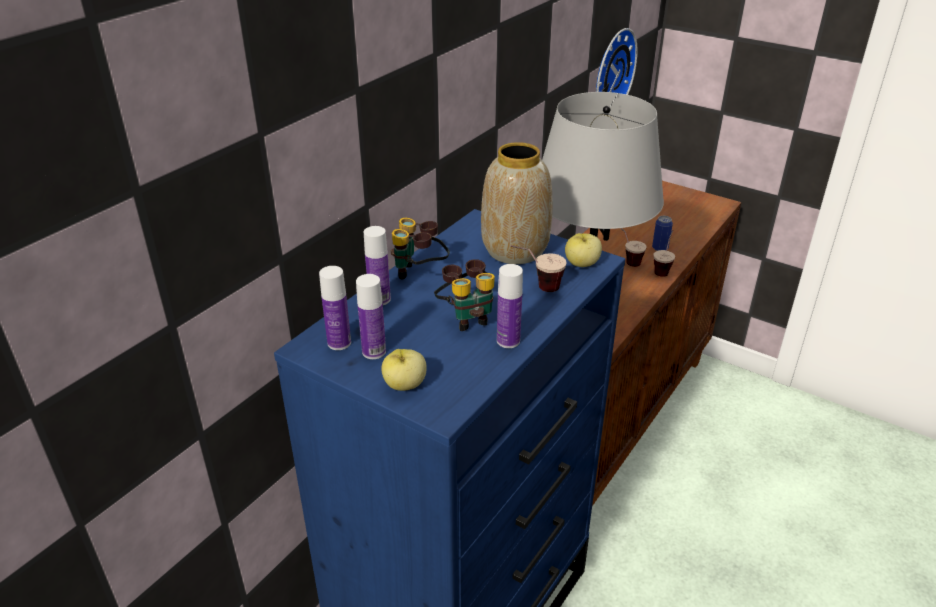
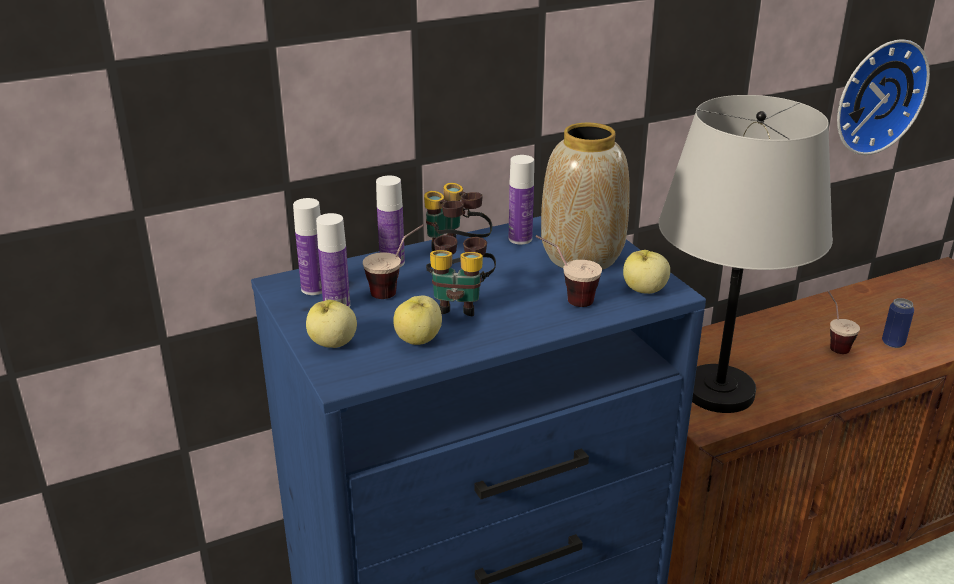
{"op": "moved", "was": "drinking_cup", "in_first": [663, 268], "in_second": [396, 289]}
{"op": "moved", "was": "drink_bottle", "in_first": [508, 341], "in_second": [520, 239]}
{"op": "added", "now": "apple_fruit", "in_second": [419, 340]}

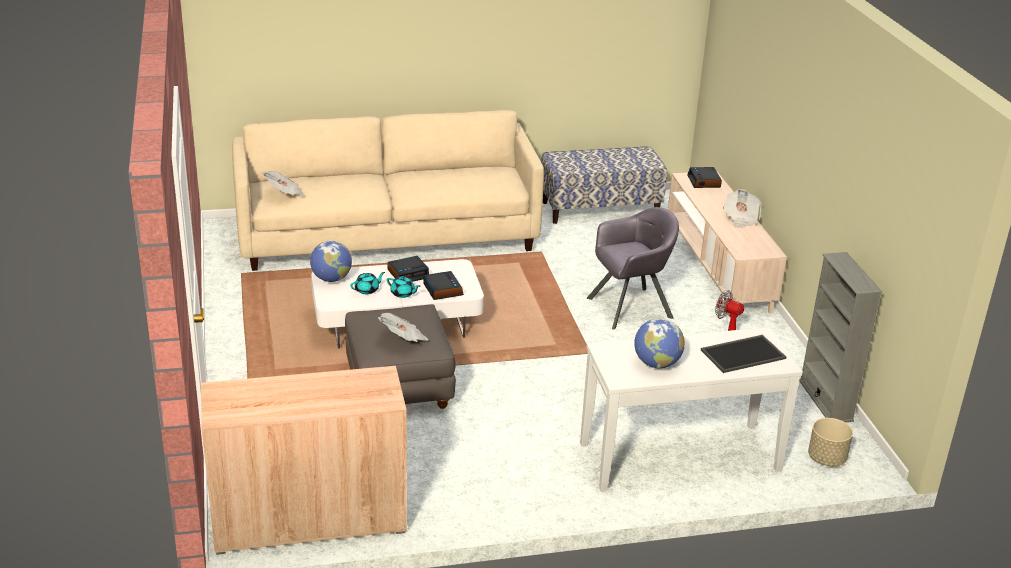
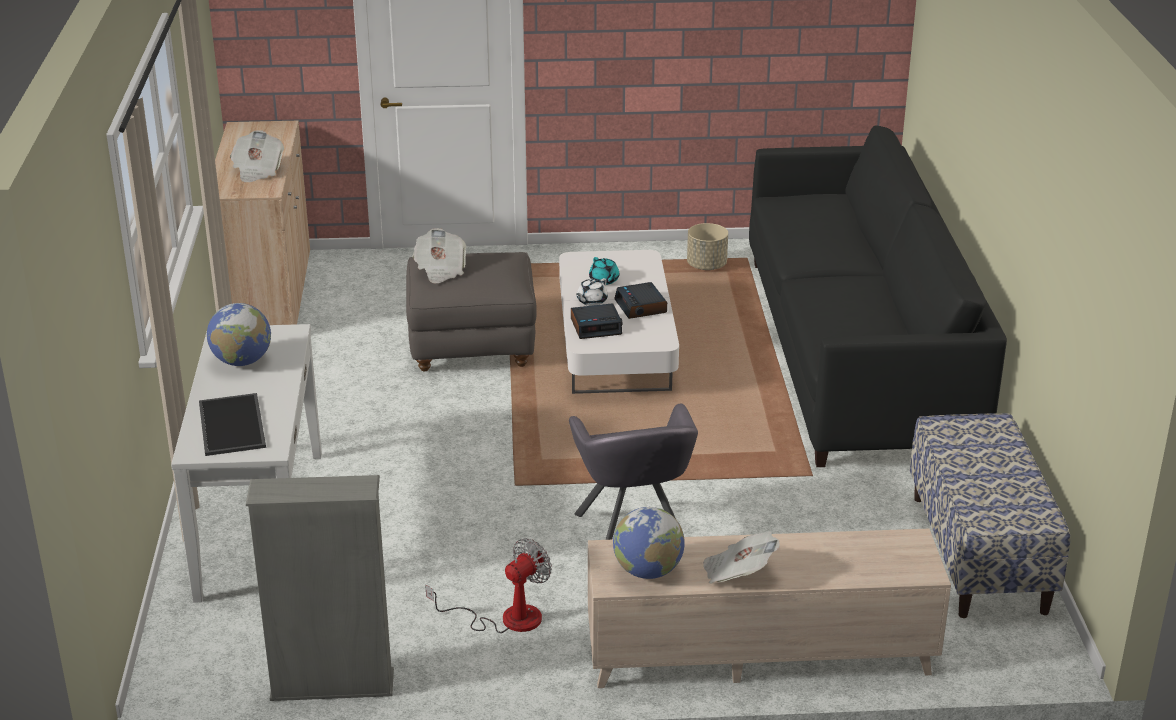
{"op": "recoloured", "was": "sand-coloured_settee", "now": "blackish_settee", "in_first": [387, 235], "in_second": [856, 353]}
{"op": "removed", "was": "alarm_clock", "in_first": [704, 182]}
{"op": "moved", "was": "printed_paper", "in_first": [285, 193], "in_second": [257, 171]}
{"op": "moved", "was": "world_globe", "in_first": [331, 279], "in_second": [648, 571]}
{"op": "recoloured", "was": "turquoise_tea_pot", "now": "white_tea_pot", "in_first": [403, 293], "in_second": [591, 301]}
{"op": "moved", "was": "sand-coloured_plant_pot", "in_first": [826, 458], "in_second": [707, 266]}

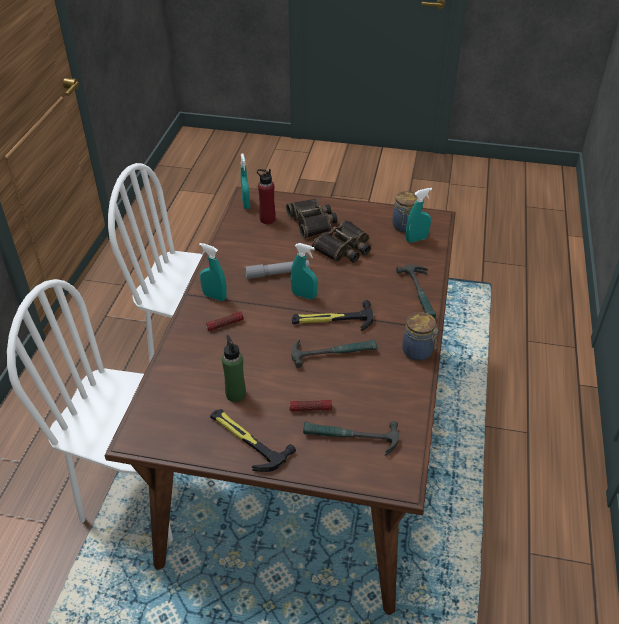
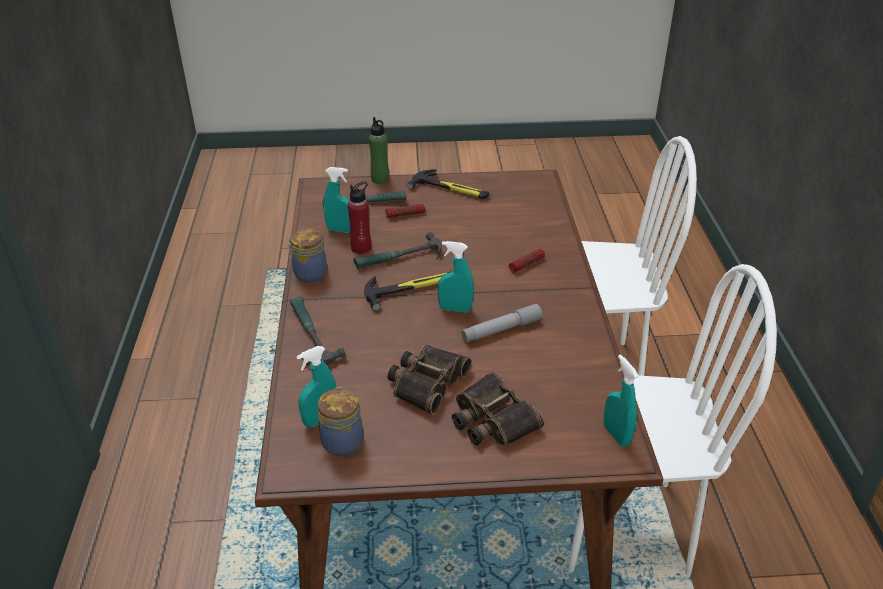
{"op": "moved", "was": "reddish_drink_bottle", "in_first": [267, 219], "in_second": [361, 248]}
{"op": "moved", "was": "turquoise_spray_bottle", "in_first": [214, 296], "in_second": [341, 230]}
{"op": "moved", "was": "green-coloured_drink_bottle", "in_first": [235, 394], "in_second": [380, 179]}

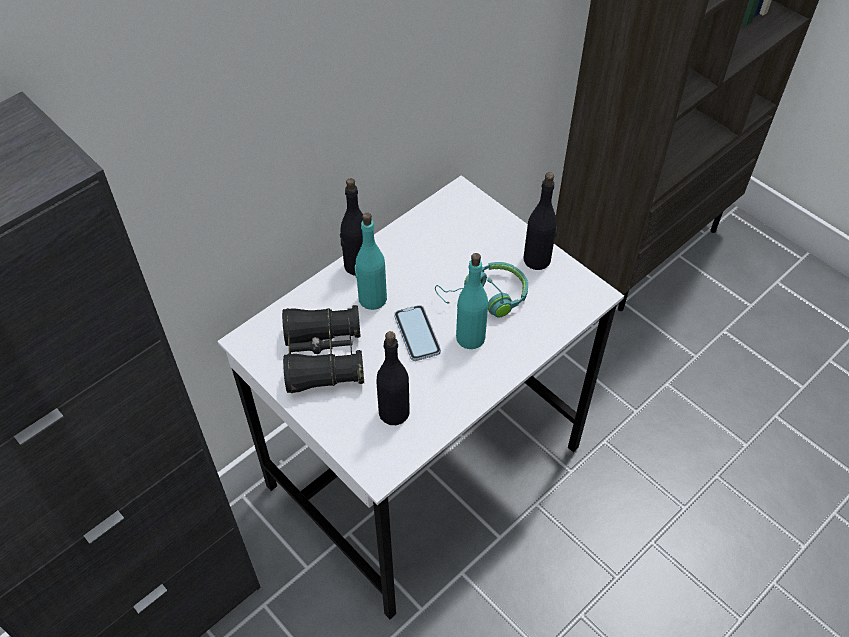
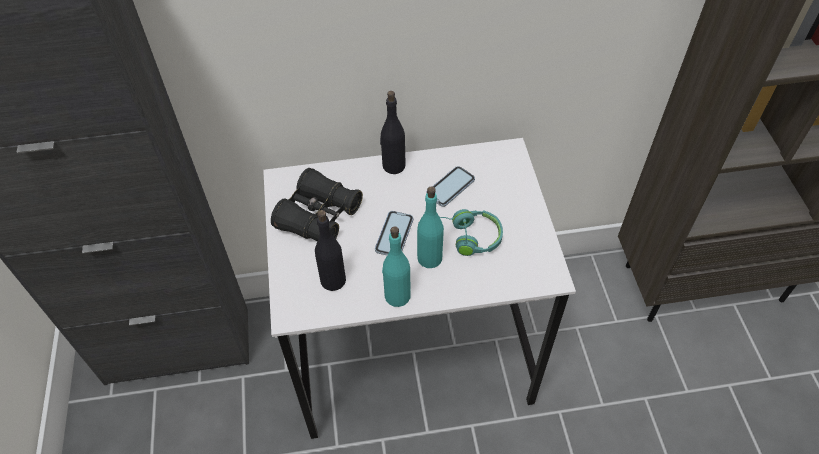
{"op": "removed", "was": "blackish_drink_bottle", "in_first": [537, 260]}
{"op": "moved", "was": "turquoise_drink_bottle", "in_first": [372, 299], "in_second": [397, 295]}
{"op": "added", "now": "telephone", "in_second": [450, 187]}

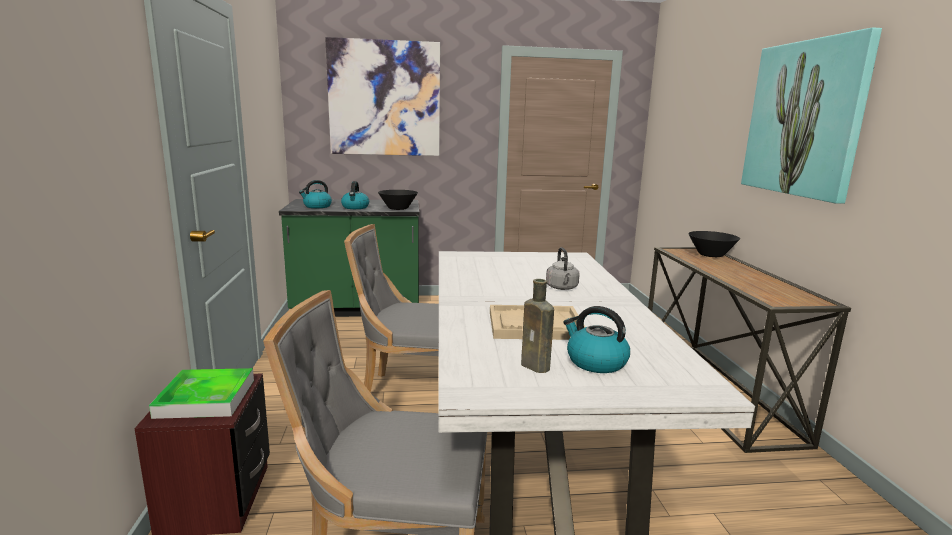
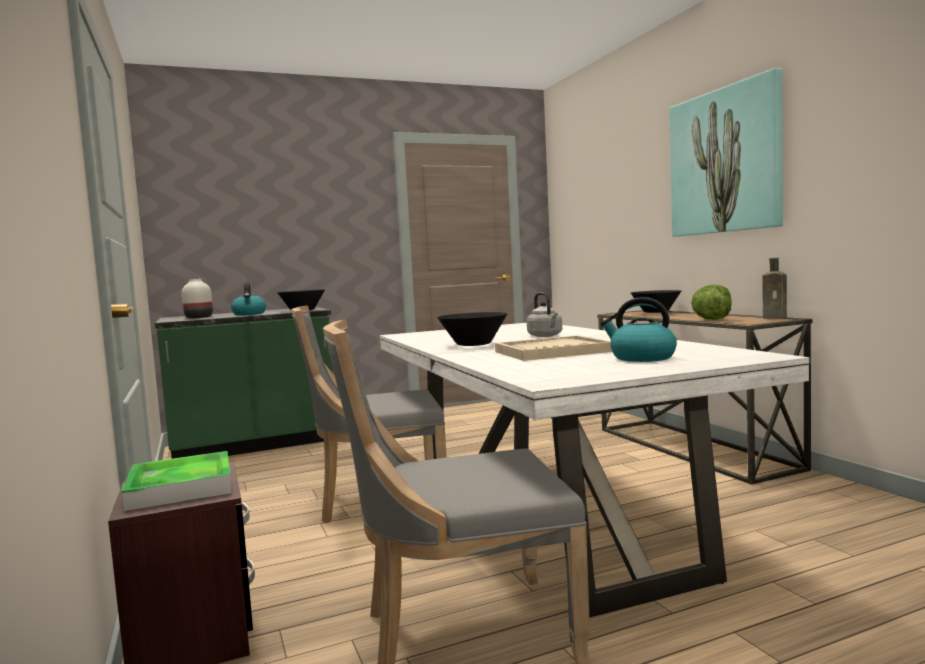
{"op": "removed", "was": "wall_picture", "in_first": [384, 98]}
{"op": "replaced", "was": "tea_kettle", "now": "white_flower_vase", "in_first": [317, 206], "in_second": [199, 317]}
{"op": "moved", "was": "brown_drink_bottle", "in_first": [537, 367], "in_second": [776, 318]}
{"op": "added", "now": "head_of_lettuce", "in_second": [712, 319]}
{"op": "added", "now": "blackish_deep_dish", "in_second": [473, 344]}

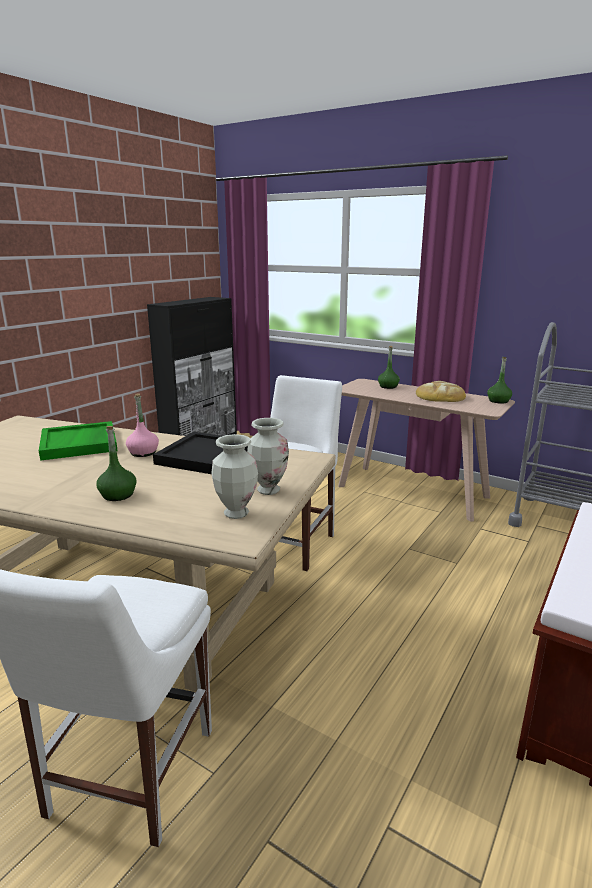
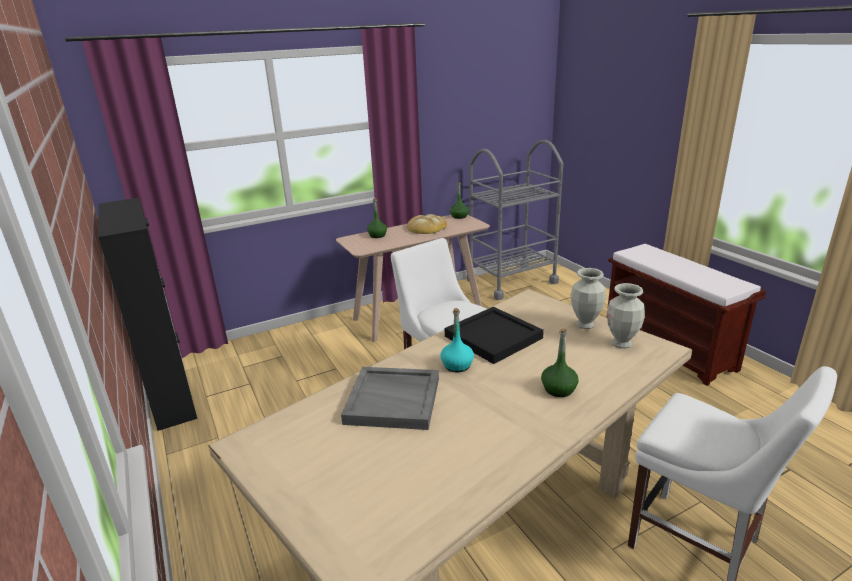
{"op": "recoloured", "was": "pink_drink_bottle", "now": "turquoise_drink_bottle", "in_first": [143, 453], "in_second": [457, 365]}
{"op": "recoloured", "was": "green-coloured_serving_tray", "now": "greyish_serving_tray", "in_first": [80, 444], "in_second": [394, 400]}

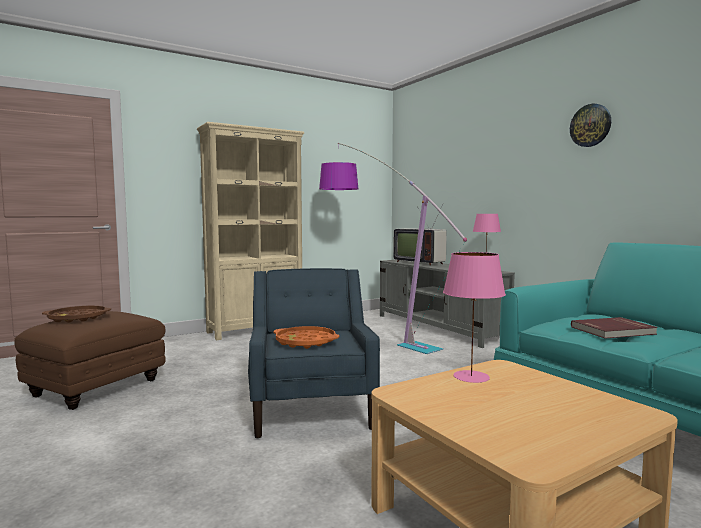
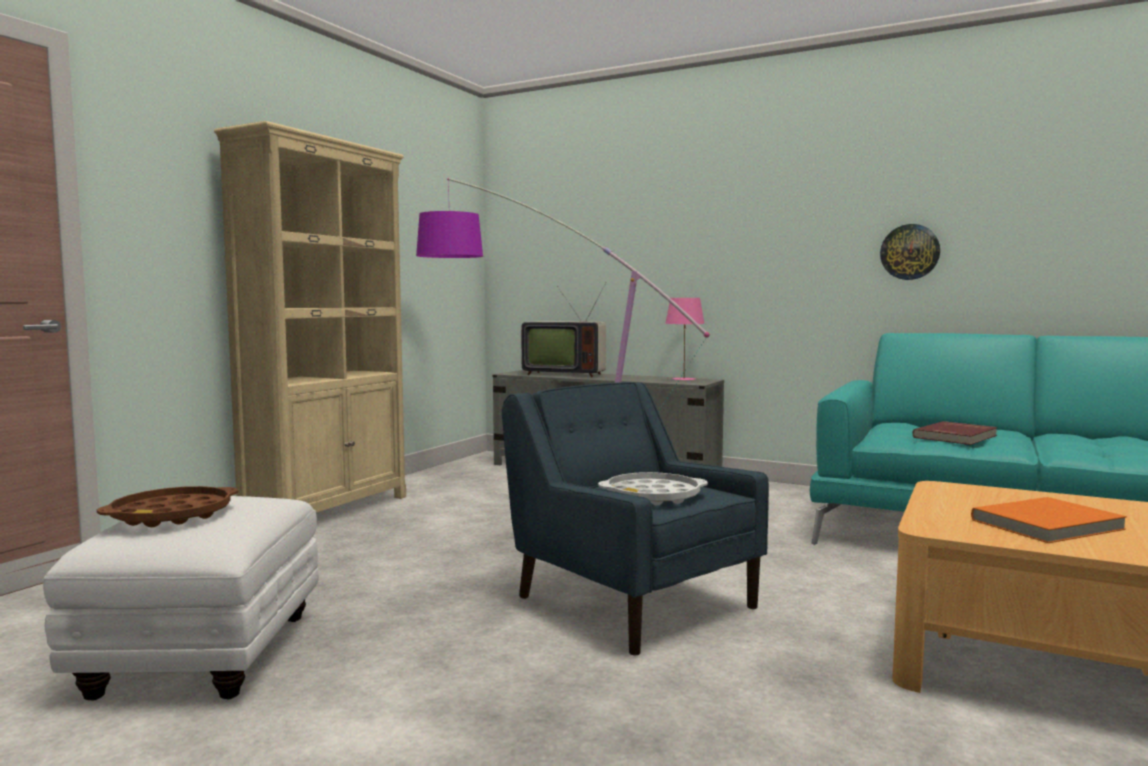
{"op": "moved", "was": "hanging_clock", "in_first": [590, 125], "in_second": [909, 252]}
{"op": "removed", "was": "pink_table_lamp", "in_first": [471, 377]}
{"op": "recoloured", "was": "brown_footrest", "now": "white_footrest", "in_first": [98, 388], "in_second": [205, 654]}
{"op": "recoloured", "was": "orange_serving_tray", "now": "white_serving_tray", "in_first": [305, 342], "in_second": [653, 496]}
{"op": "added", "now": "orange_book", "in_second": [1049, 525]}

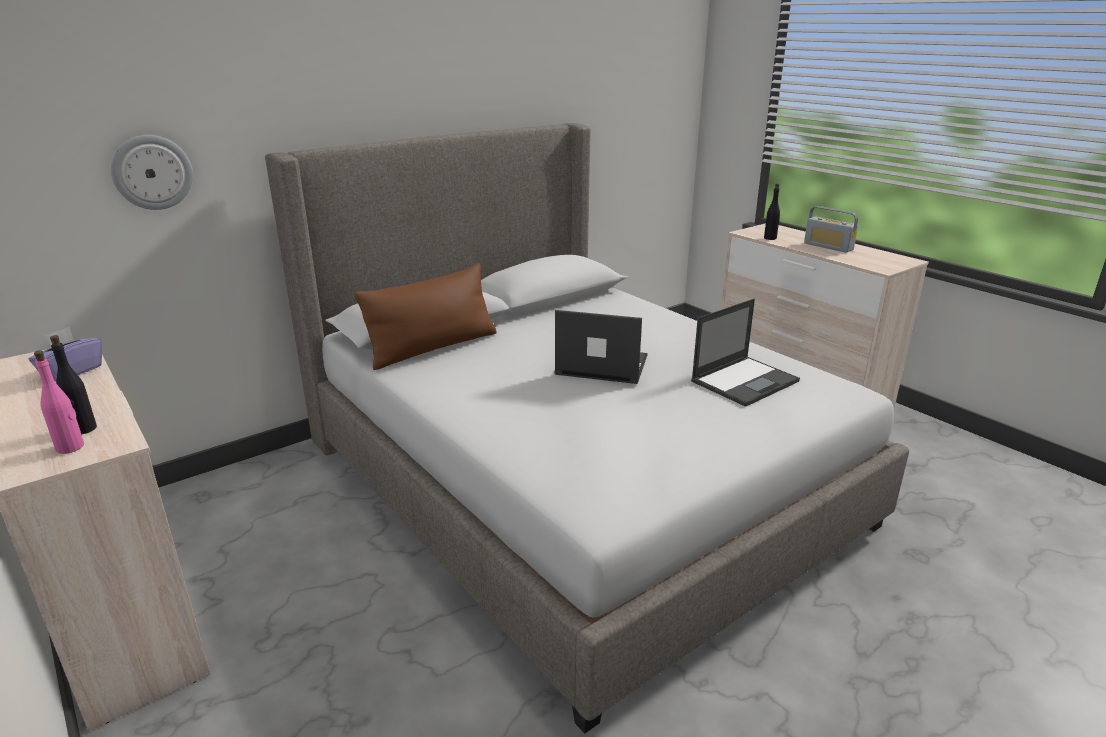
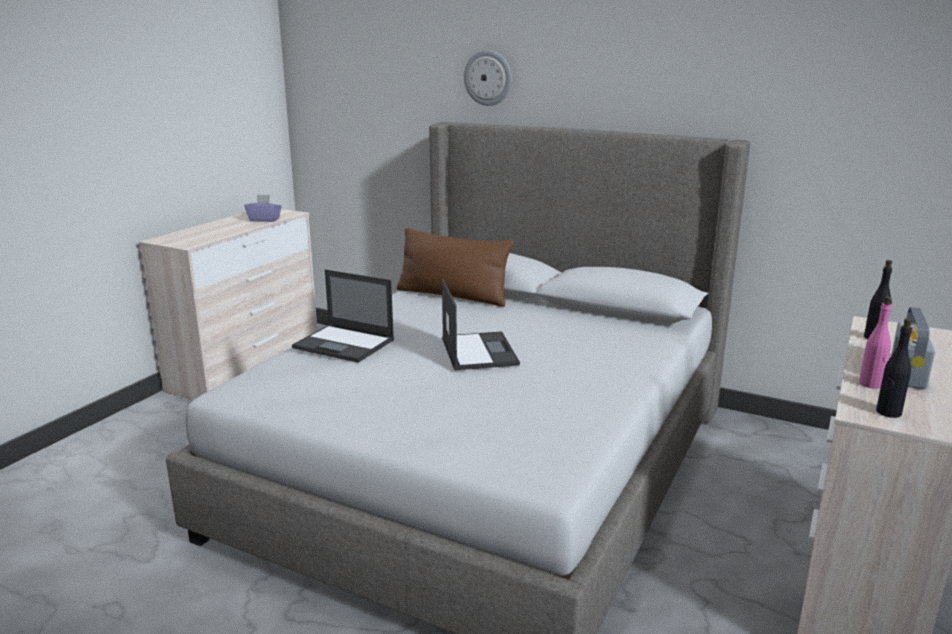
{"op": "moved", "was": "hanging_clock", "in_first": [152, 172], "in_second": [488, 78]}
{"op": "moved", "was": "notebook_computer", "in_first": [745, 381], "in_second": [345, 344]}
{"op": "moved", "was": "blackish_drink_bottle", "in_first": [83, 429], "in_second": [888, 412]}
{"op": "moved", "was": "pink_drink_bottle", "in_first": [70, 447], "in_second": [871, 384]}

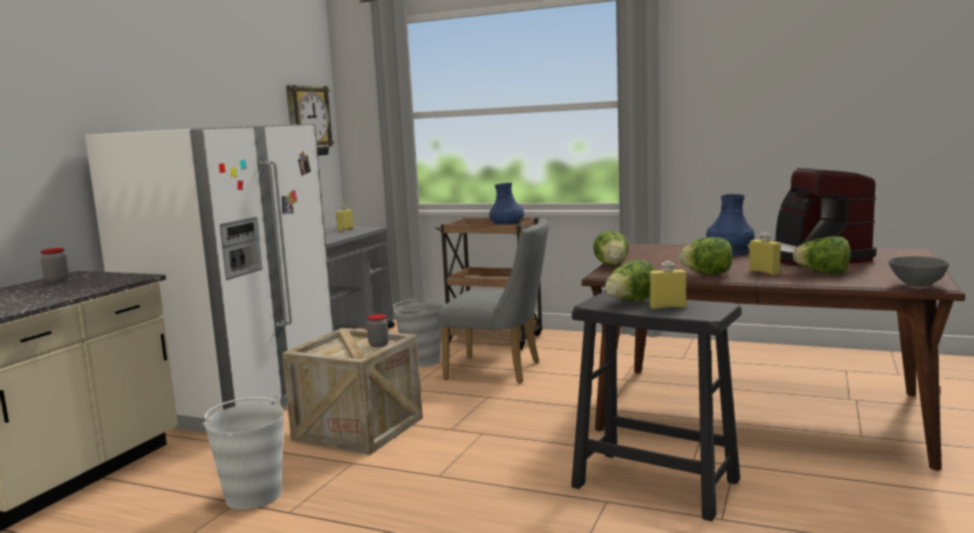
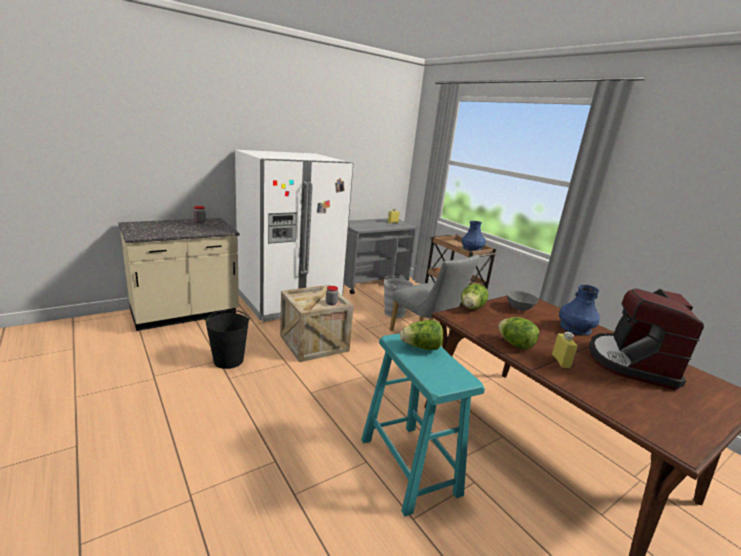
{"op": "removed", "was": "hanging_clock", "in_first": [307, 121]}
{"op": "removed", "was": "head_of_lettuce", "in_first": [823, 273]}
{"op": "moved", "was": "greyish_deep_dish", "in_first": [916, 285], "in_second": [518, 309]}
{"op": "removed", "was": "yellow_drink_bottle", "in_first": [668, 307]}
{"op": "recoloured", "was": "blackish_stool", "now": "turquoise_stool", "in_first": [654, 483], "in_second": [408, 465]}
{"op": "recoloured", "was": "white_bucket", "now": "blackish_bucket", "in_first": [253, 495], "in_second": [229, 360]}

